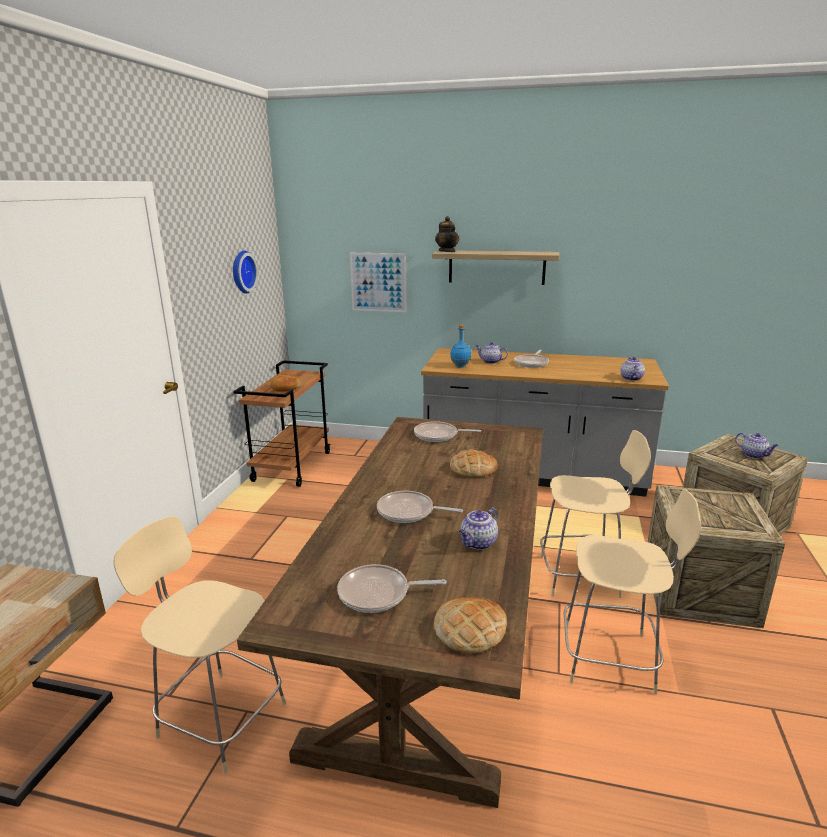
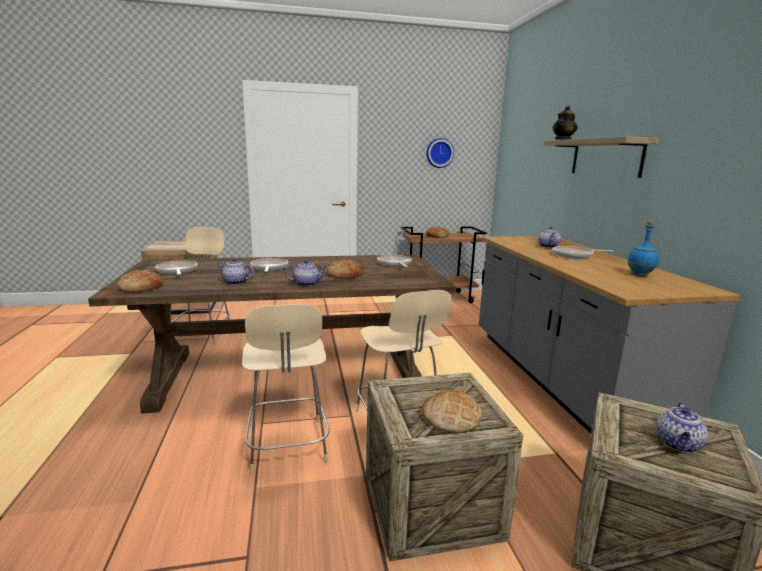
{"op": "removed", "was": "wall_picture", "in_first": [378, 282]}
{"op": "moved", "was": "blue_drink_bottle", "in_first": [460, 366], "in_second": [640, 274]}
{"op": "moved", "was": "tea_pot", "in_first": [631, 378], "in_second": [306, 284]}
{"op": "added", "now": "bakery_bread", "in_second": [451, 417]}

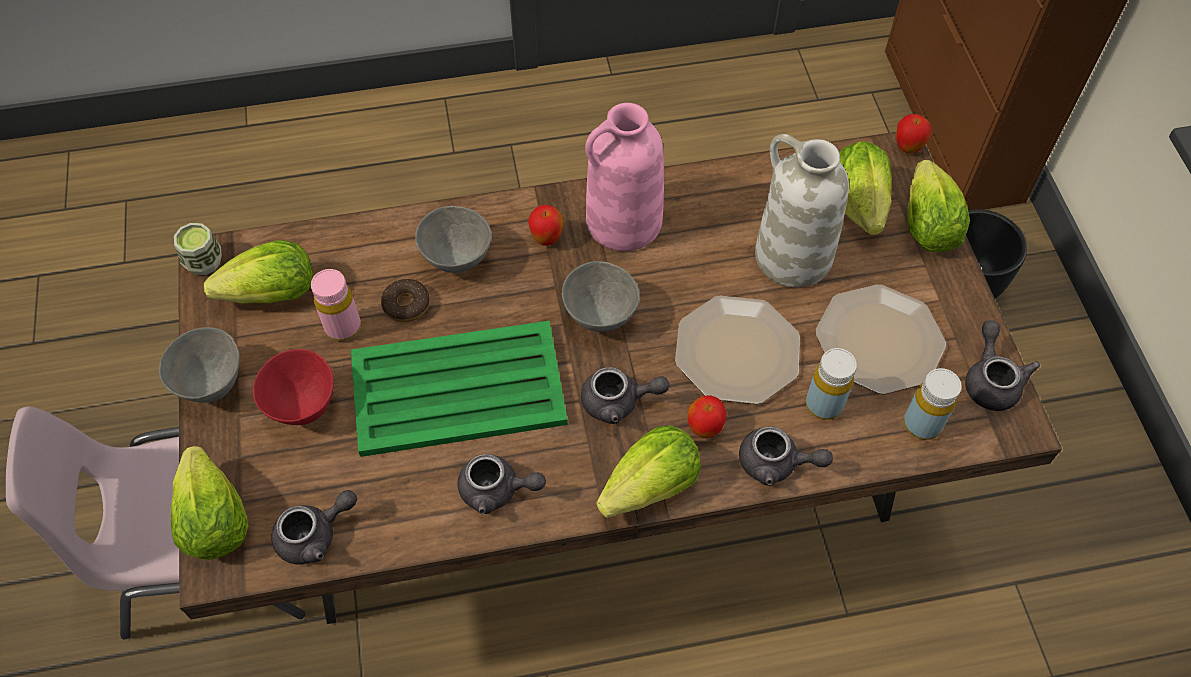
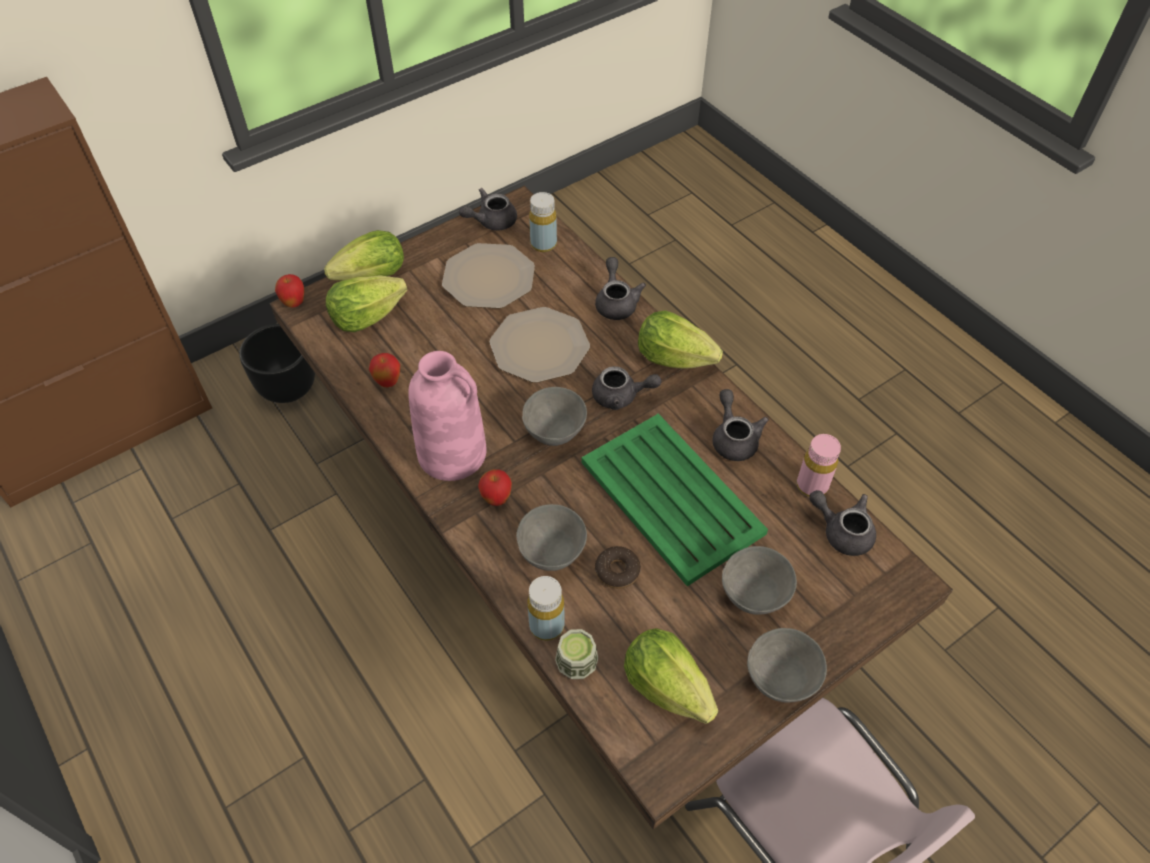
{"op": "removed", "was": "white_flower_vase", "in_first": [791, 256]}
{"op": "moved", "was": "drinking_cup", "in_first": [204, 262], "in_second": [576, 664]}
{"op": "moved", "was": "pink_drink_bottle", "in_first": [343, 327], "in_second": [812, 485]}
{"op": "moved", "was": "yellow_drink_bottle", "in_first": [824, 404], "in_second": [546, 625]}
{"op": "recoloured", "was": "reddish_deep_dish", "now": "greyish_deep_dish", "in_first": [302, 406], "in_second": [753, 598]}
{"op": "turned", "was": "greyish_tea_pot", "in_first": [619, 402], "in_second": [621, 396], "clockwise": 120}
{"op": "moved", "was": "apple_fruit", "in_first": [704, 429], "in_second": [388, 382]}
{"op": "removed", "was": "head_of_lettuce", "in_first": [214, 521]}

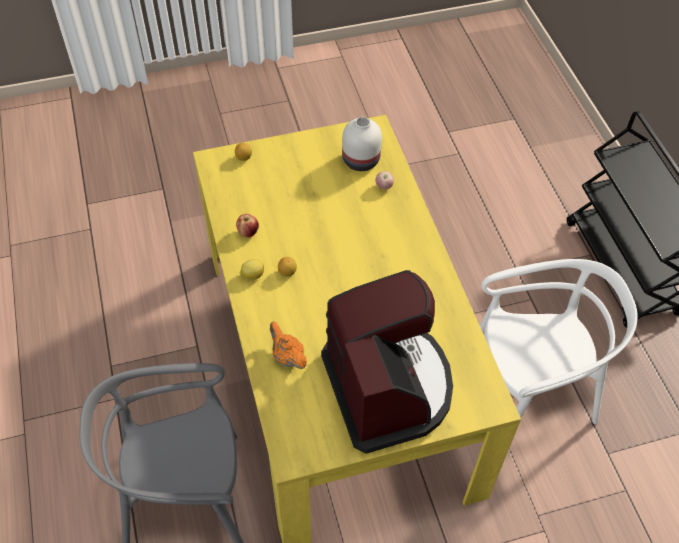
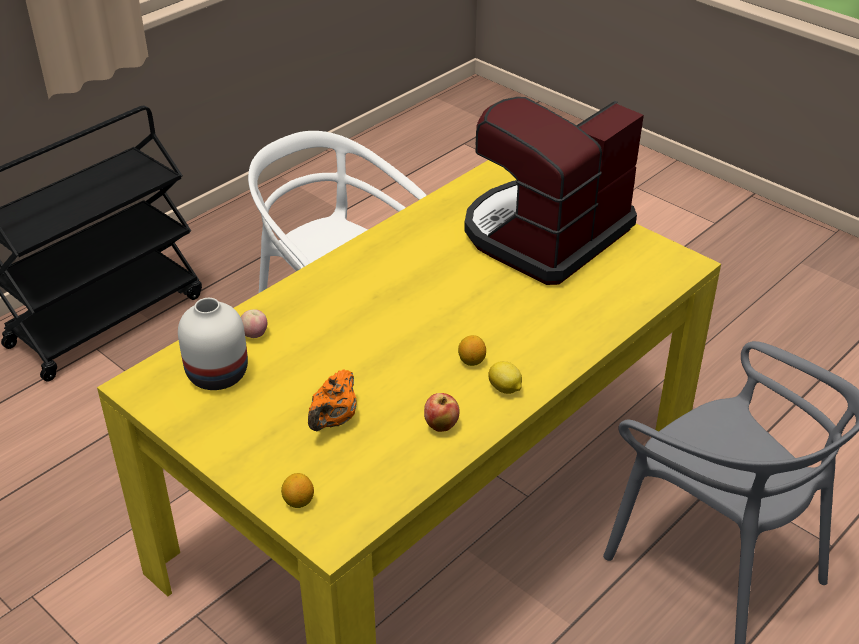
{"op": "moved", "was": "orange_tea_pot", "in_first": [287, 357], "in_second": [333, 420]}

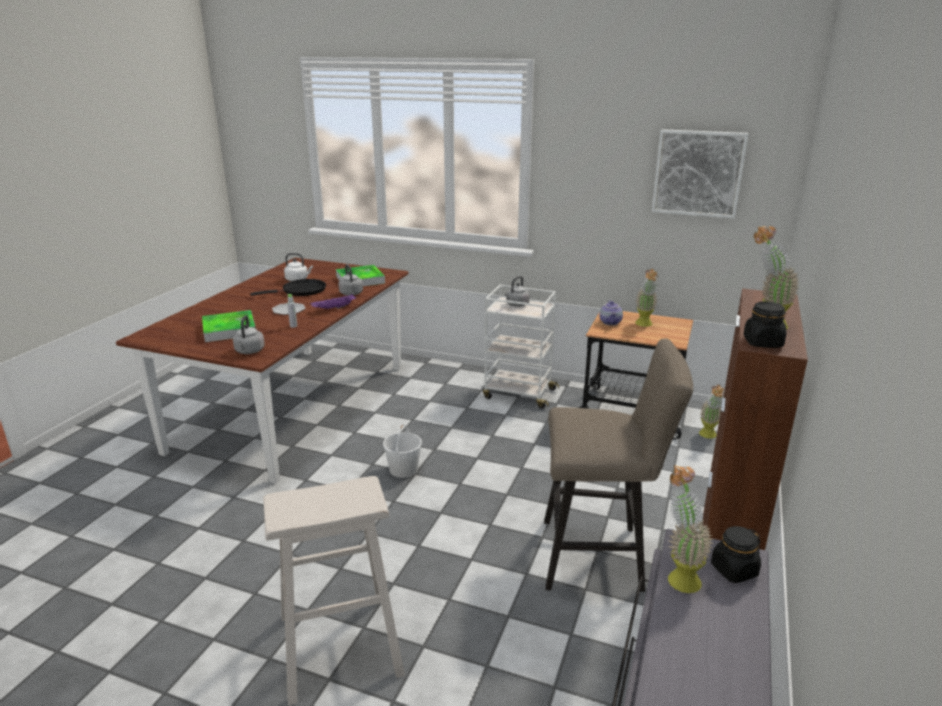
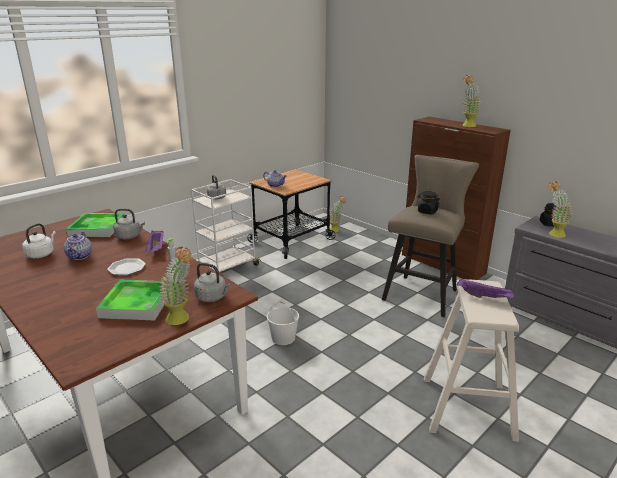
{"op": "removed", "was": "wall_picture", "in_first": [698, 173]}
{"op": "moved", "was": "plant_in_a_pot", "in_first": [644, 325], "in_second": [182, 320]}
{"op": "replaced", "was": "blackish_skillet", "now": "tea_pot", "in_first": [301, 291], "in_second": [80, 256]}
{"op": "moved", "was": "blackish_storage_jar", "in_first": [762, 342], "in_second": [427, 211]}
{"op": "added", "now": "purple-coloured_serving_tray", "in_second": [484, 296]}

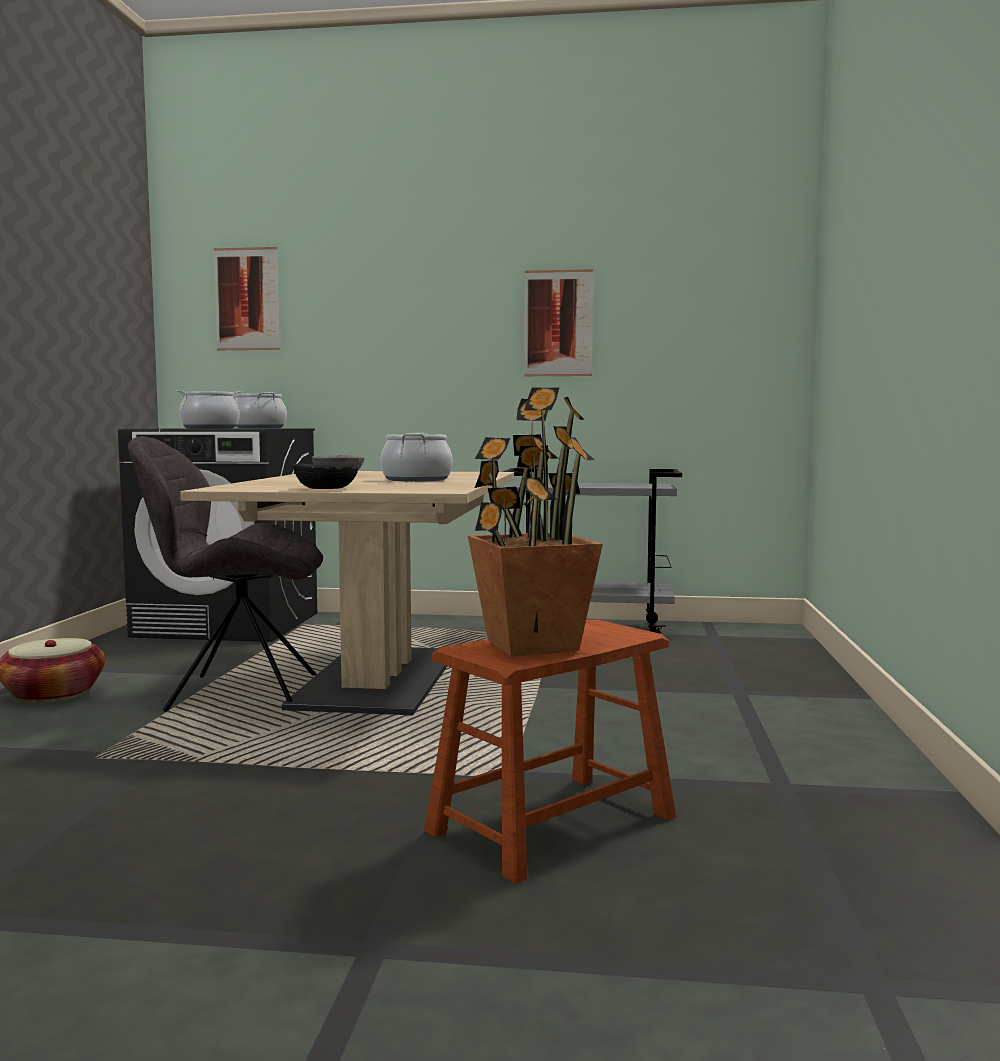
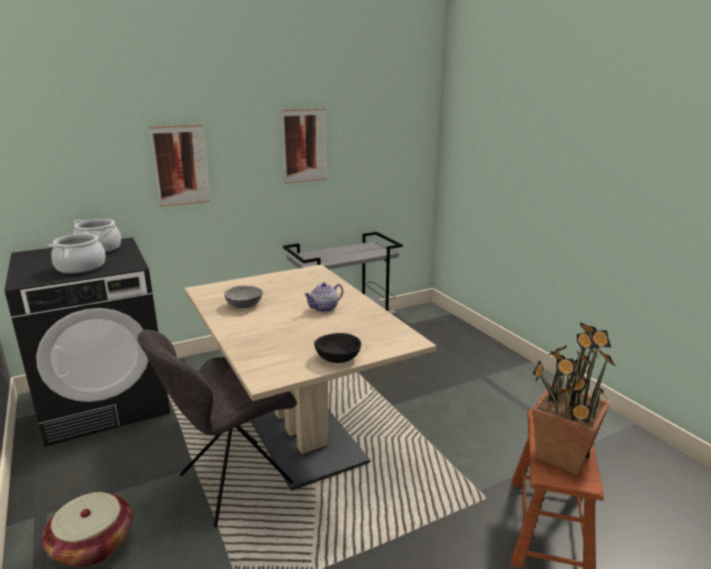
{"op": "moved", "was": "wall_picture", "in_first": [247, 299], "in_second": [181, 165]}
{"op": "replaced", "was": "saucepot", "now": "tea_pot", "in_first": [417, 479], "in_second": [324, 308]}

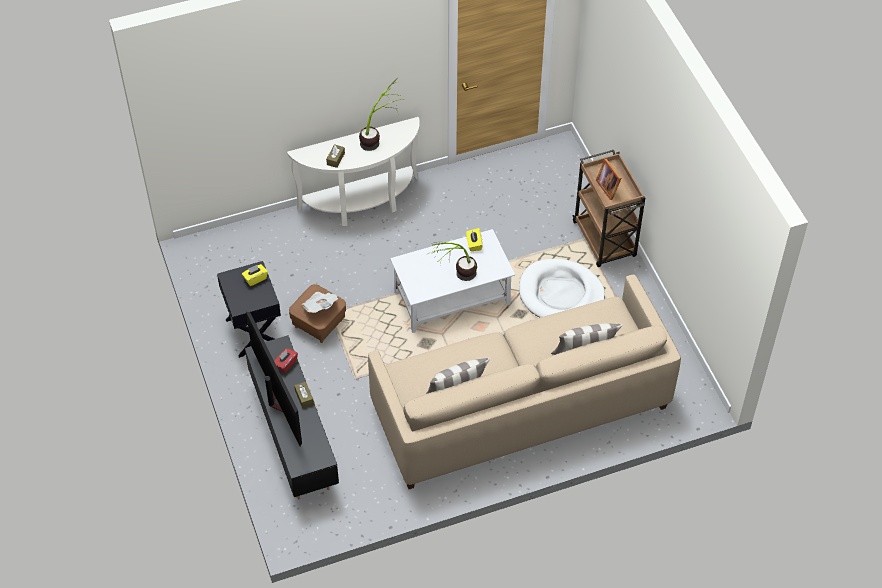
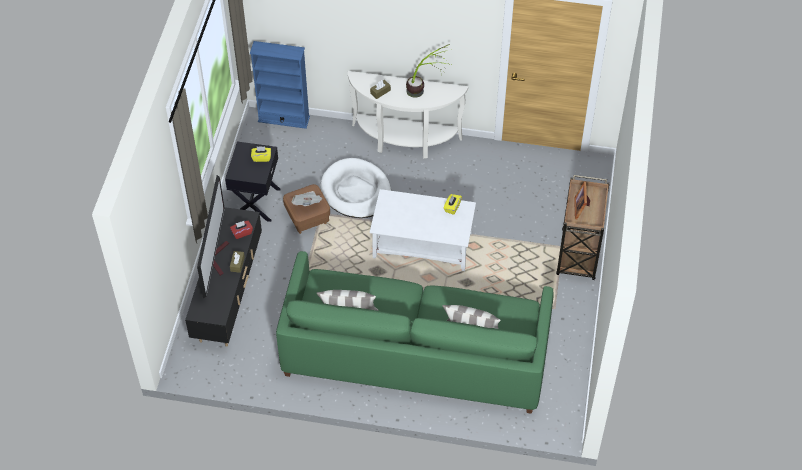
{"op": "removed", "was": "plant_in_a_pot", "in_first": [455, 277]}
{"op": "moved", "was": "white_dog_bed", "in_first": [561, 294], "in_second": [356, 191]}
{"op": "recoloured", "was": "sand-coloured_settee", "now": "green-coloured_settee", "in_first": [520, 407], "in_second": [415, 355]}
{"op": "added", "now": "blue_bookcase", "in_second": [284, 119]}

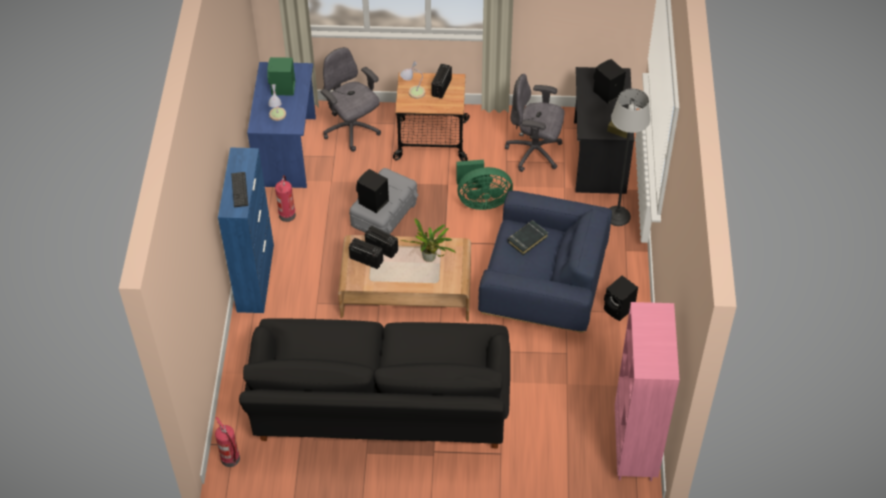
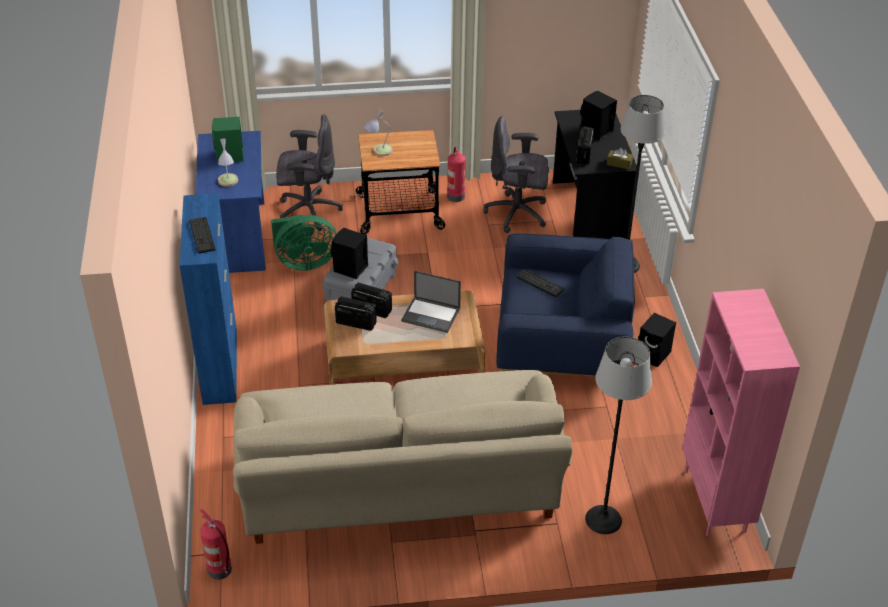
{"op": "turned", "was": "greyish_desk_chair", "in_first": [352, 130], "in_second": [308, 211], "clockwise": 135}
{"op": "moved", "was": "radio_receiver", "in_first": [441, 88], "in_second": [584, 155]}
{"op": "moved", "was": "green-coloured_fan", "in_first": [481, 201], "in_second": [304, 262]}
{"op": "moved", "was": "fire_extinguisher", "in_first": [287, 214], "in_second": [455, 196]}
{"op": "replaced", "was": "plant_in_a_pot", "now": "notebook_computer", "in_first": [430, 259], "in_second": [431, 315]}
{"op": "replaced", "was": "blackish_book", "now": "keyboard", "in_first": [527, 239], "in_second": [540, 283]}
{"op": "recoloured", "was": "blackish_settee", "now": "sand-coloured_settee", "in_first": [381, 410], "in_second": [400, 491]}
{"op": "added", "now": "floor_lamp", "in_second": [603, 519]}

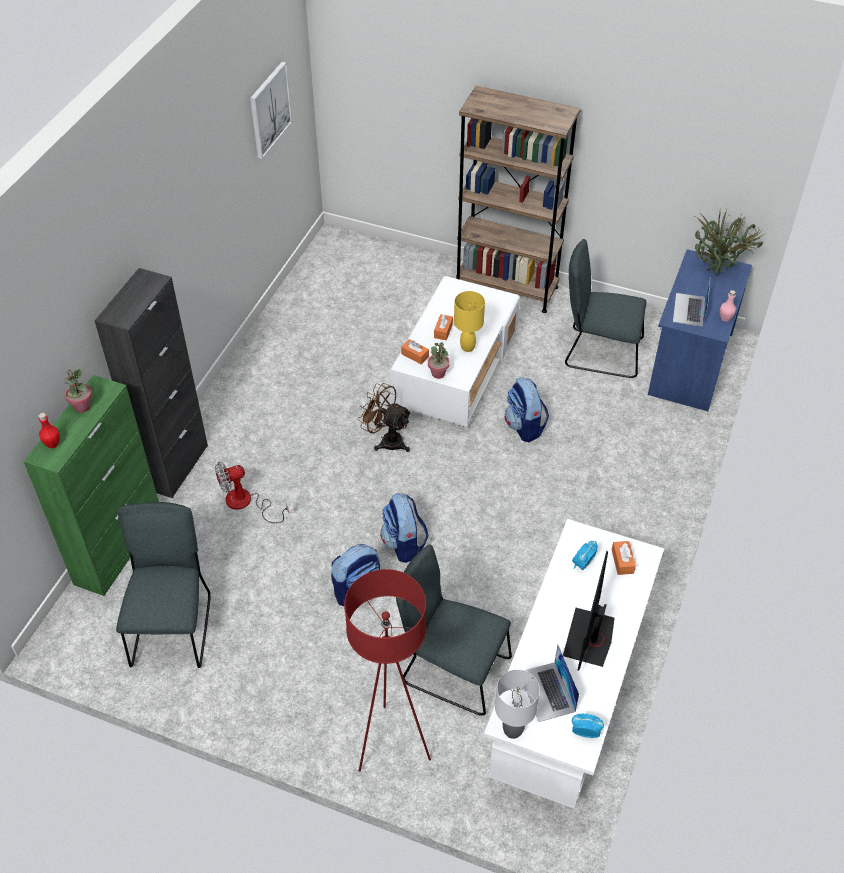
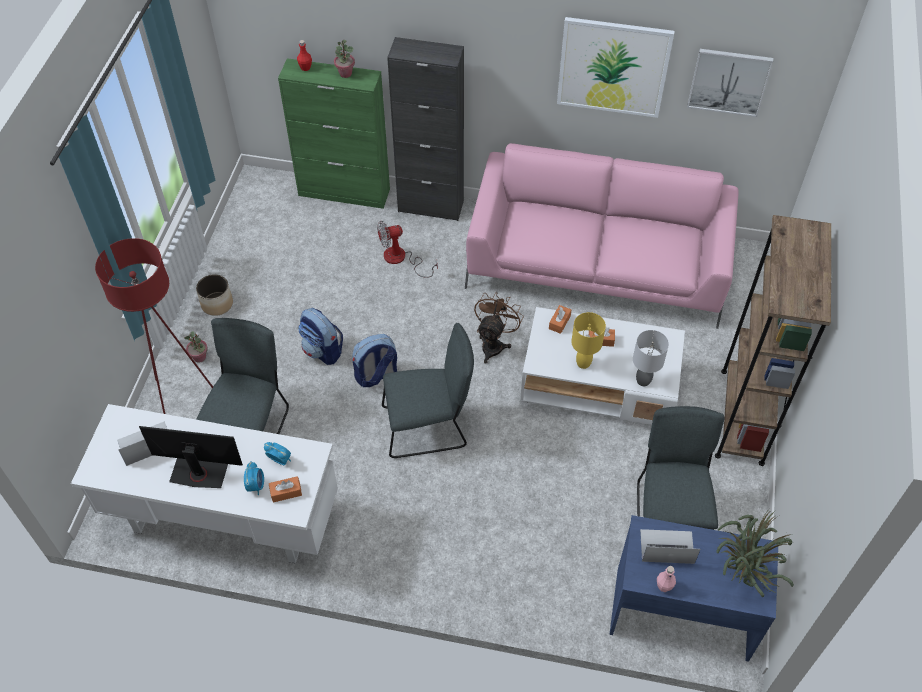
{"op": "moved", "was": "plant_in_a_pot", "in_first": [438, 373], "in_second": [200, 357]}
{"op": "removed", "was": "knapsack", "in_first": [524, 426]}
{"op": "turned", "was": "fan", "in_first": [246, 503], "in_second": [401, 259], "clockwise": -75}
{"op": "moved", "was": "greyish_plain_chair", "in_first": [173, 627], "in_second": [428, 427]}
{"op": "moved", "was": "greyish_table_lamp", "in_first": [513, 730], "in_second": [643, 381]}
{"op": "moved", "was": "alarm_clock", "in_first": [585, 732], "in_second": [256, 485]}
{"op": "added", "now": "wall_picture", "in_second": [613, 67]}
{"op": "added", "now": "pink_settee", "in_second": [597, 264]}
{"op": "added", "now": "plant_pot", "in_second": [216, 304]}

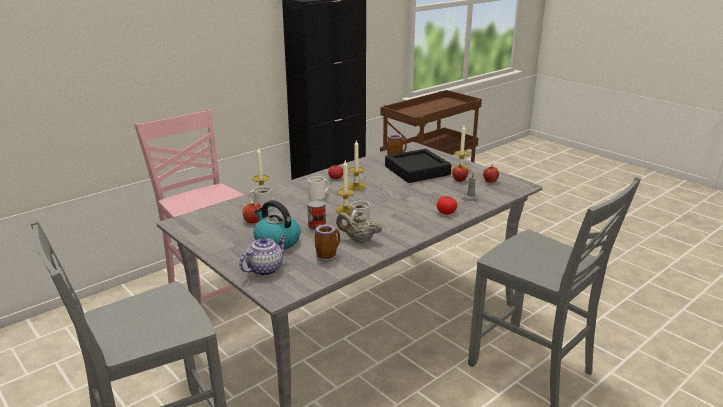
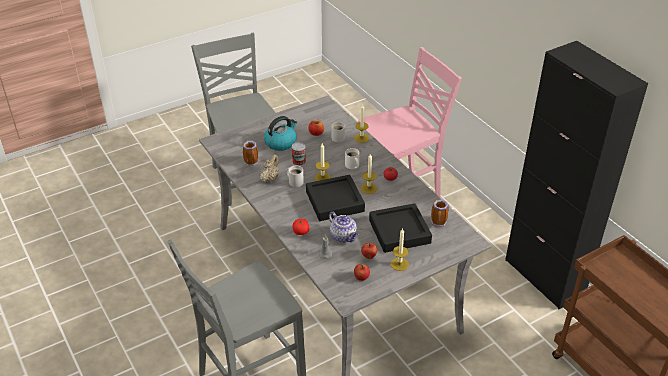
{"op": "moved", "was": "tea_pot", "in_first": [265, 269], "in_second": [344, 237]}
{"op": "added", "now": "blackish_serving_tray", "in_second": [334, 201]}

